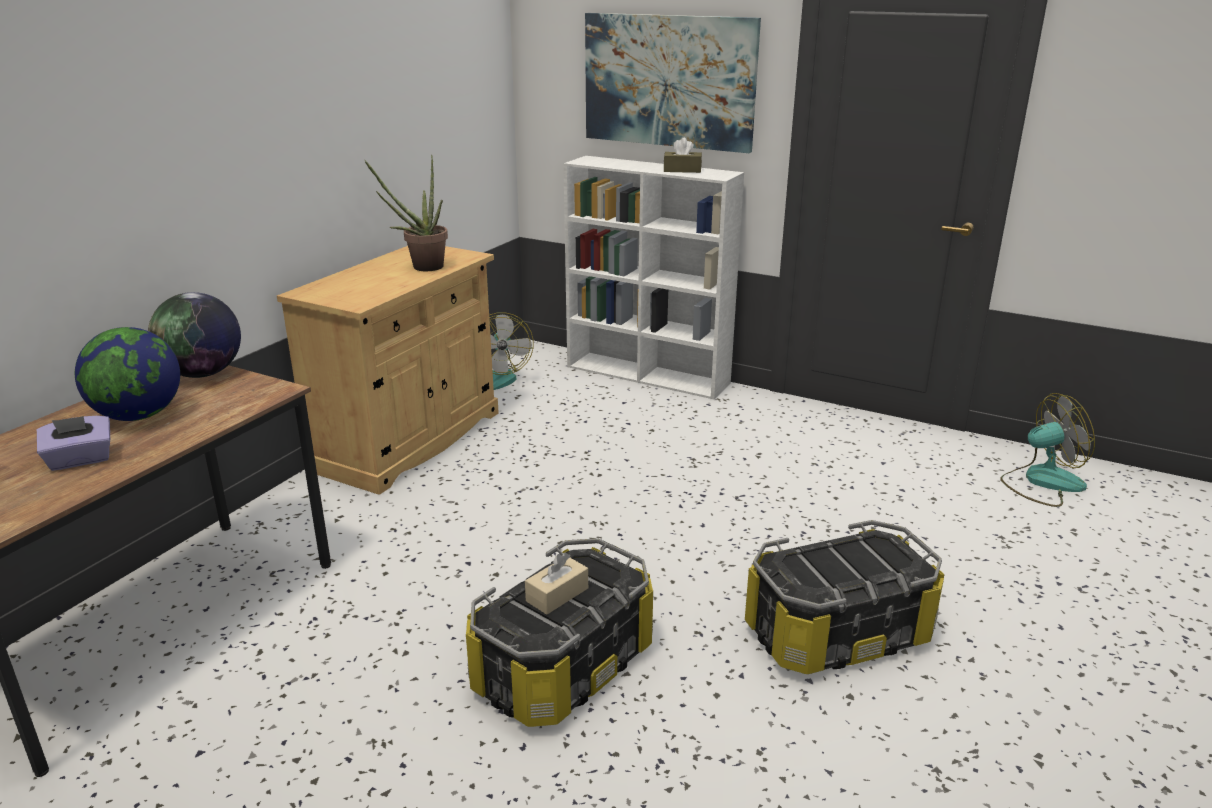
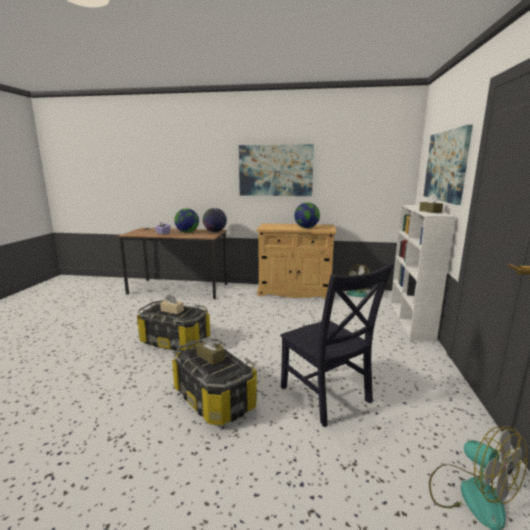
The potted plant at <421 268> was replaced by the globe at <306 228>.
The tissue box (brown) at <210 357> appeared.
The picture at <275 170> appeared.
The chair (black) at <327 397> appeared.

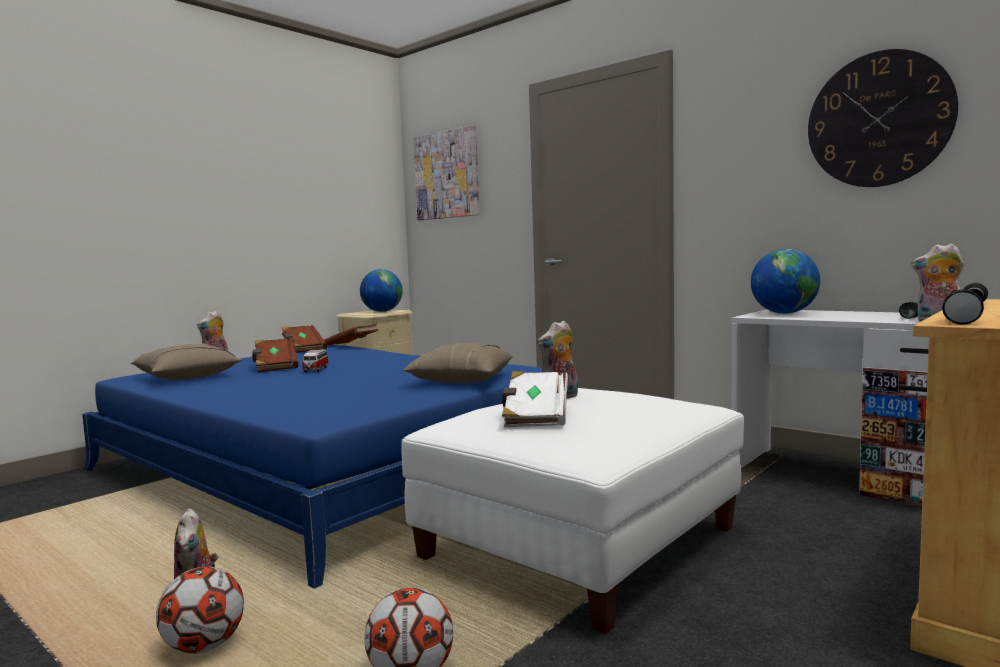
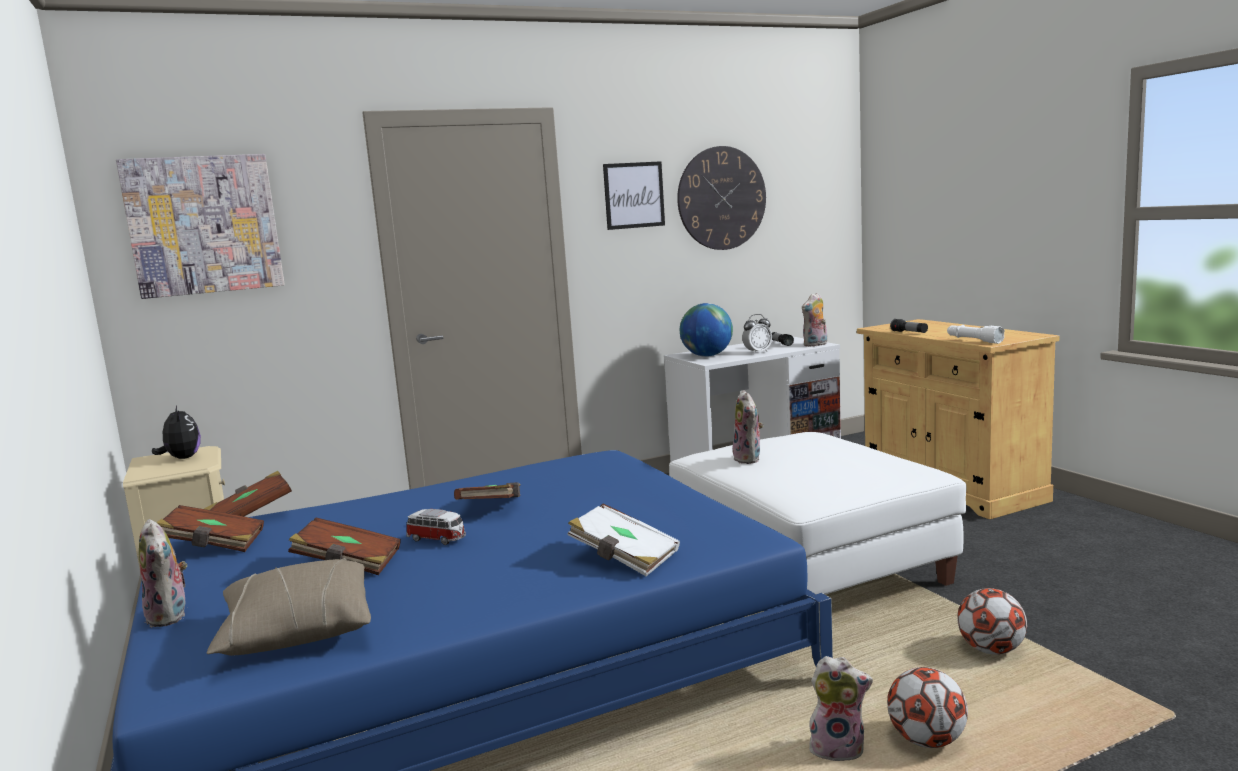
The globe at <382 311> was replaced by the plush toy at <182 458>.
The pillow (beige) at <461 380> disappeared.
The book (white) moved from <535 417> to <624 558>.
The flashlight (black) at <962 319> became the flashlight (white) at <973 340>.
The book (brown) at <492 508> appeared.
The picture at <634 195> appeared.
The alarm clock at <757 352> appeared.

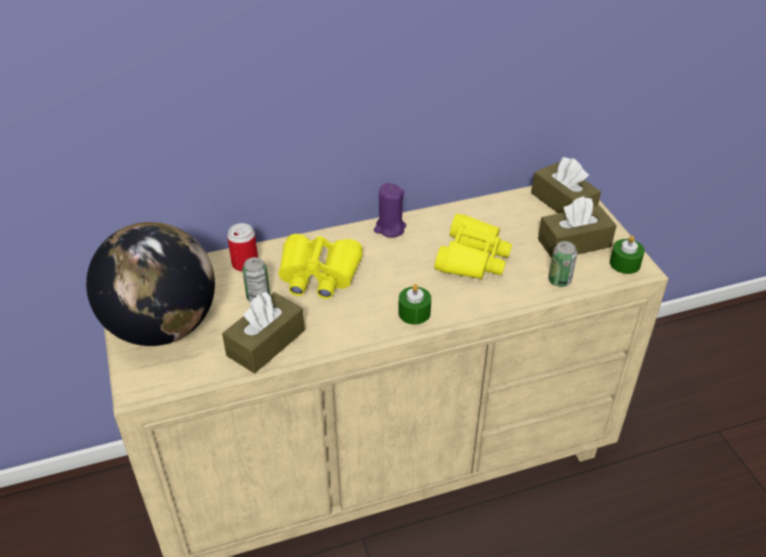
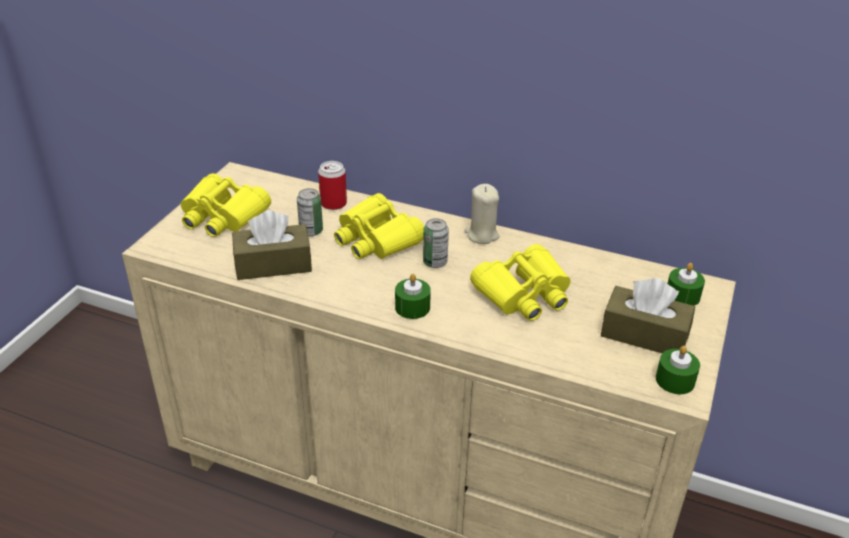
The globe at <163 327> was replaced by the binoculars (yellow) at <222 216>.
The candle (purple) at <389 228> became the candle (beige) at <481 235>.
The tissue box (brown) at <563 203> was replaced by the candle (green) at <682 296>.
The can moved from <559 281> to <435 262>.

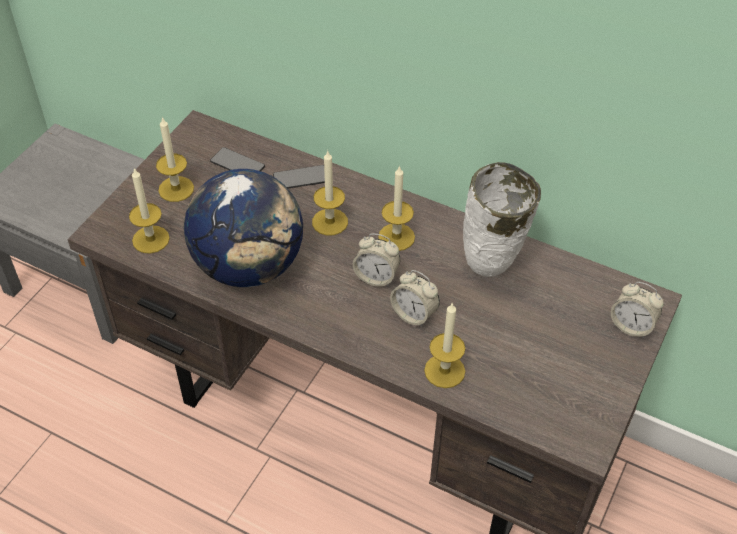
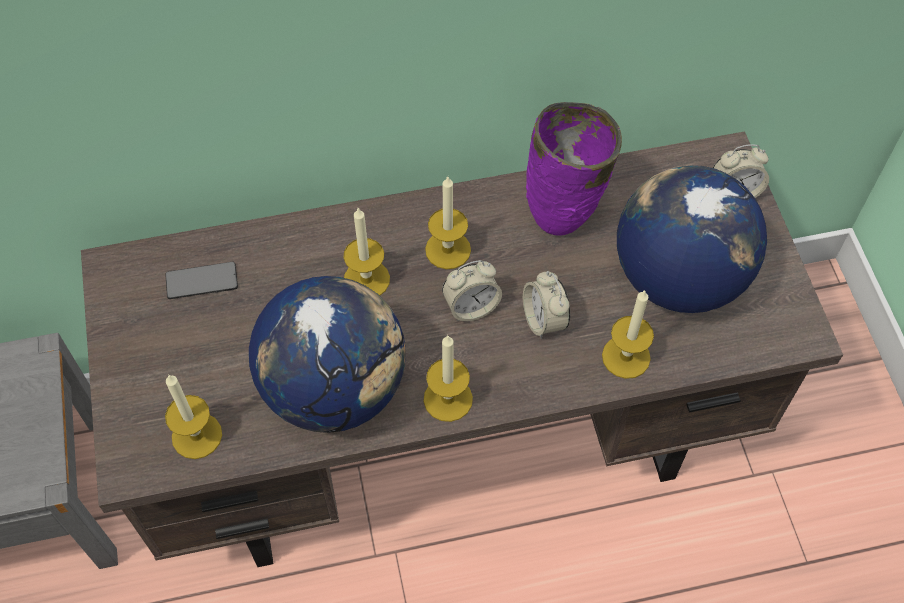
The candle moved from <176 189> to <448 399>.
The phone at <300 178> disappeared.
The alarm clock at <414 314> turned 75 degrees clockwise.
The vase (white) at <492 266> became the vase (purple) at <564 218>.
The globe at <677 277> appeared.

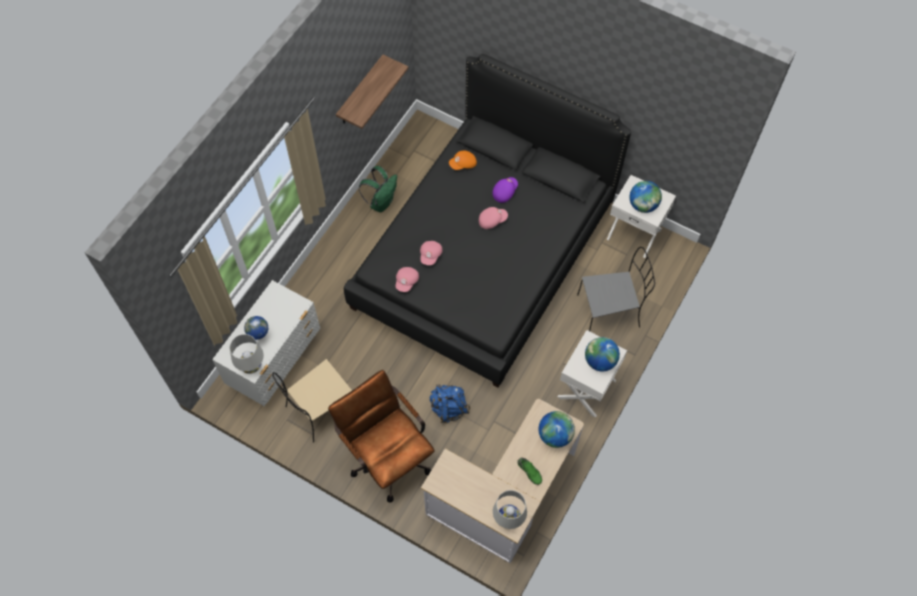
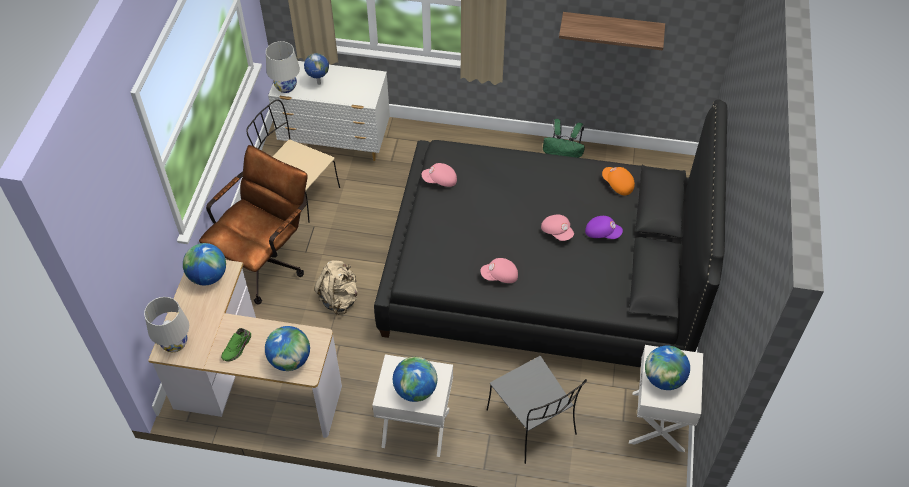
The cap (pink) moved from <431 255> to <500 276>.
The backpack (blue) at <449 408> became the backpack (beige) at <339 298>.
The globe at <208 276> appeared.

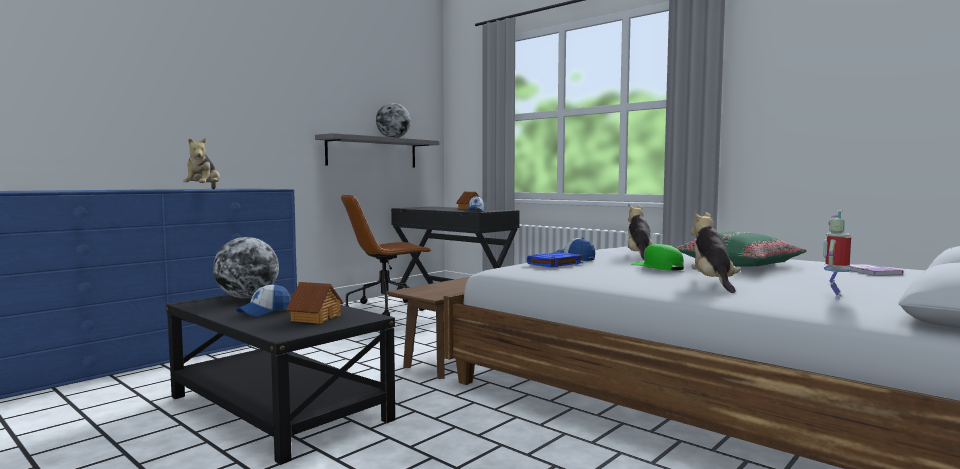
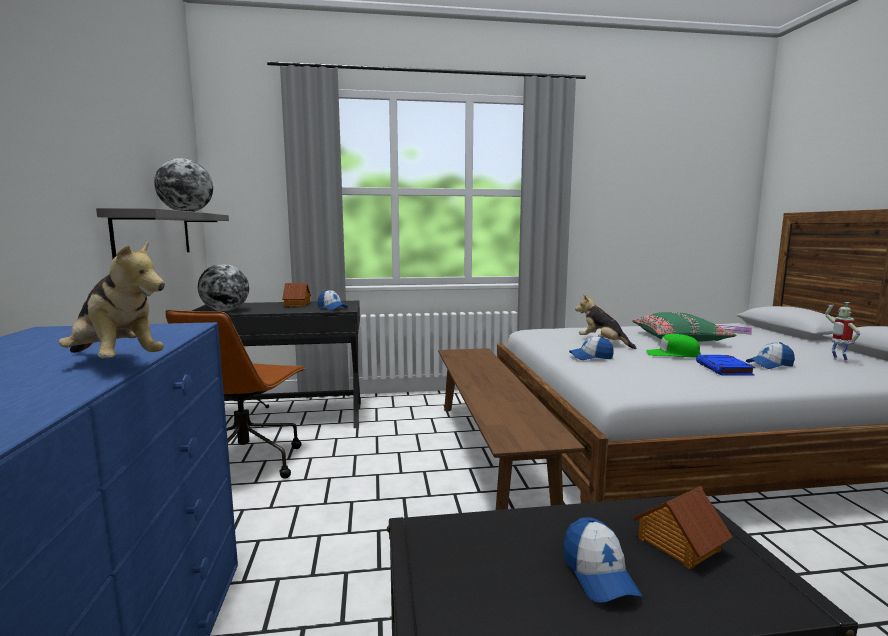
The globe moved from <247 298> to <225 311>.
The book (blue) moved from <554 264> to <724 369>.
The plush toy at <712 283> was replaced by the cap at <769 365>.

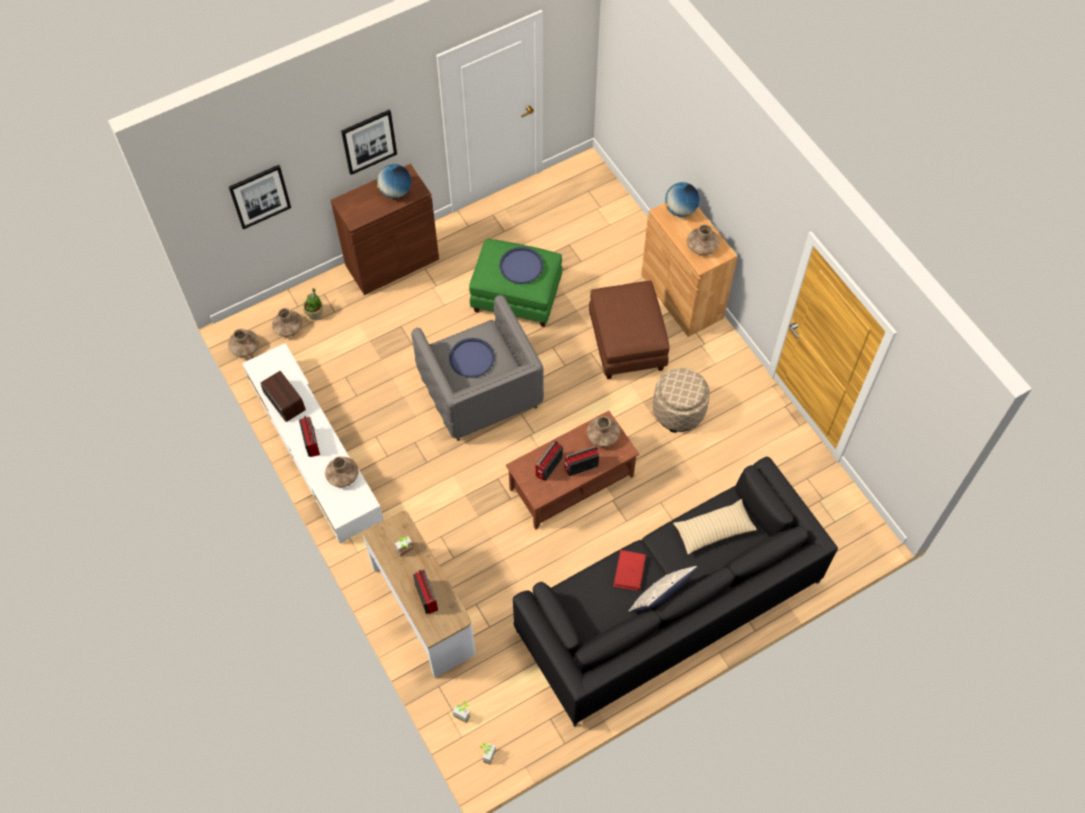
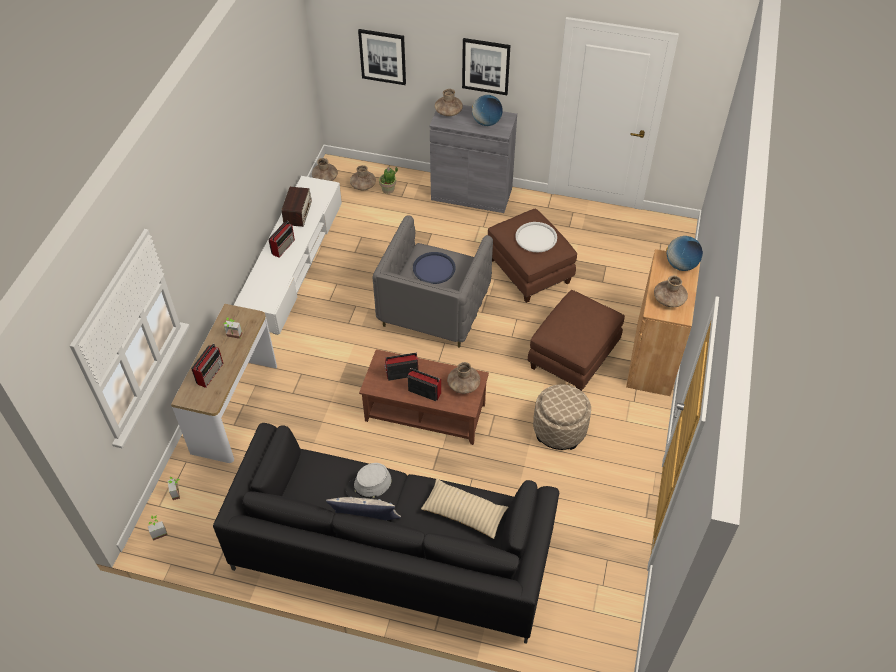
The vase (brown) moved from <343 476> to <448 112>.
The cabinet (brown) at <392 262> became the cabinet (grey) at <471 194>.
The ottoman (green) at <517 296> became the ottoman (brown) at <530 271>.
The tray (blue) at <521 266> became the tray (white) at <536 237>.
The book (red) at <629 571> was replaced by the hat (grey) at <369 485>.

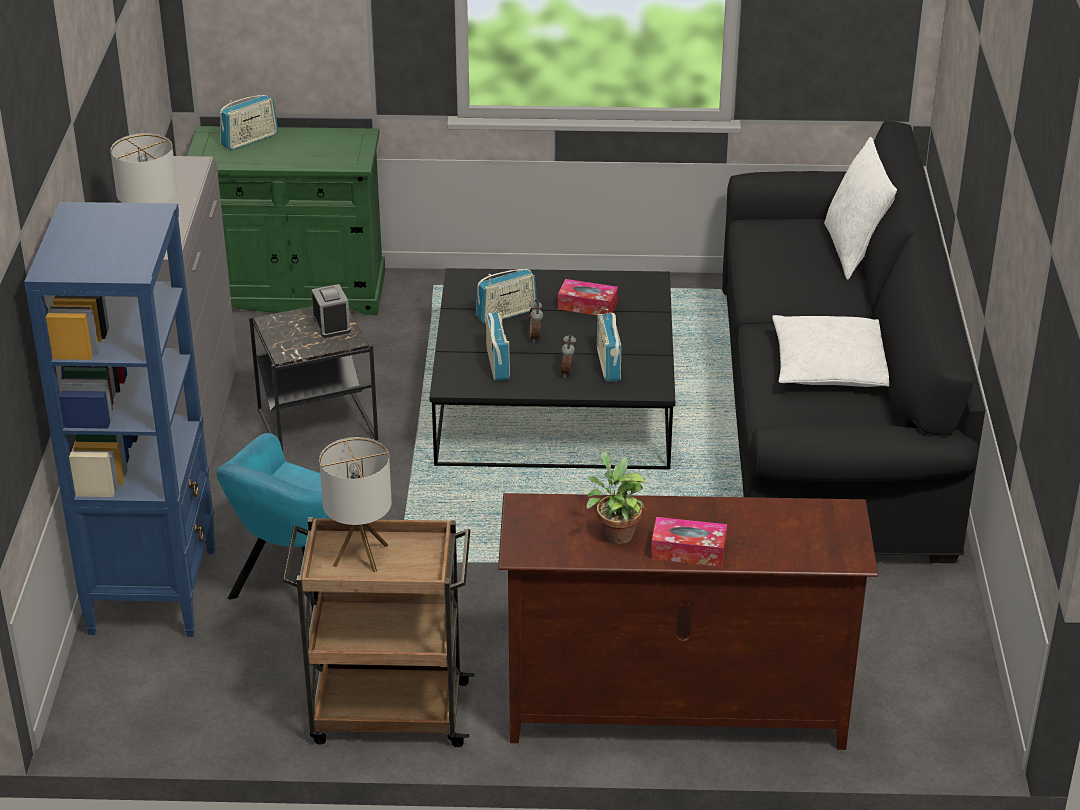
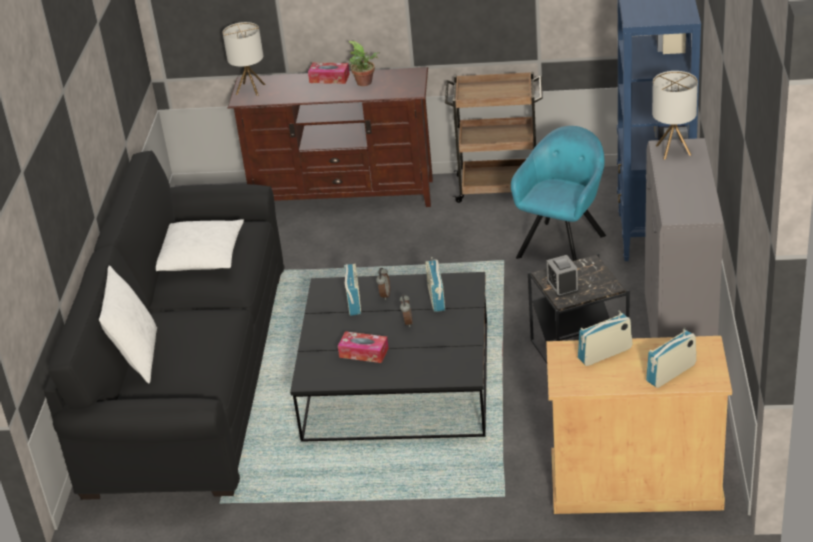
The cabinet (green) at <294 291> became the cabinet (beige) at <635 483>.
The table lamp moved from <361 555> to <250 89>.
The radio moved from <506 314> to <605 354>.

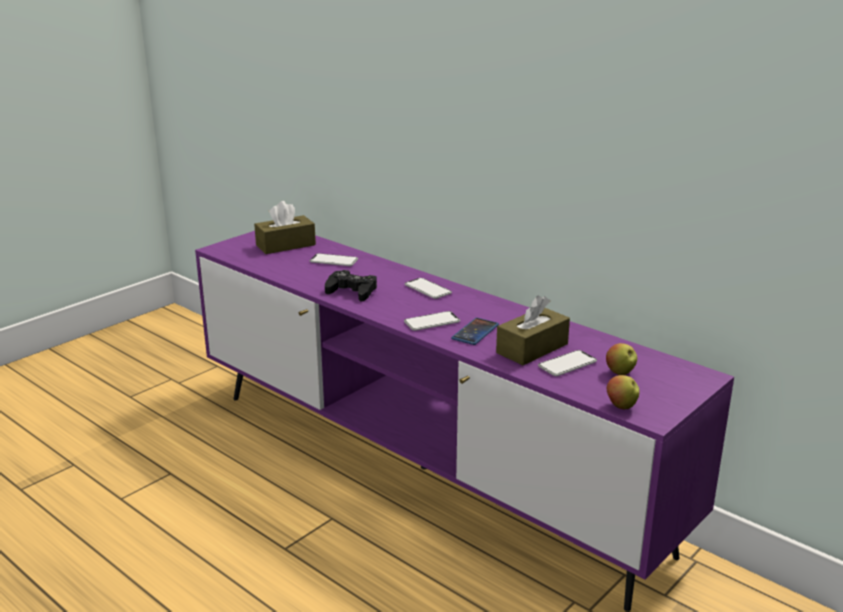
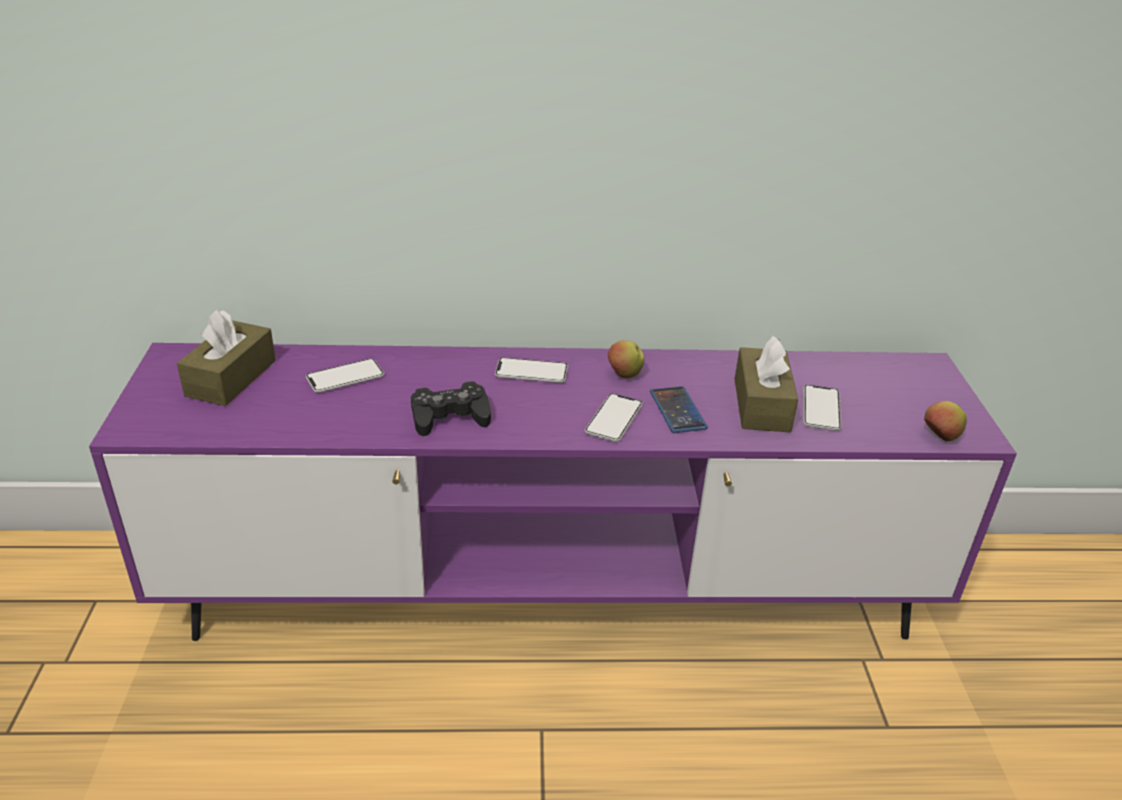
The apple moved from <620 373> to <624 375>.

